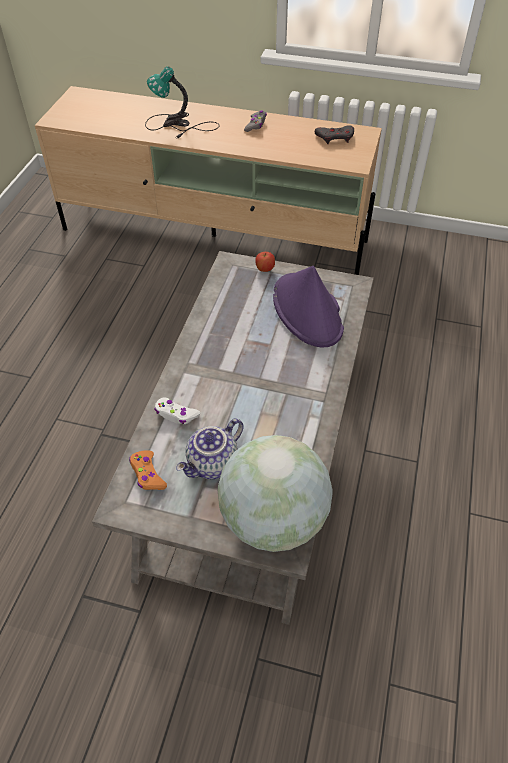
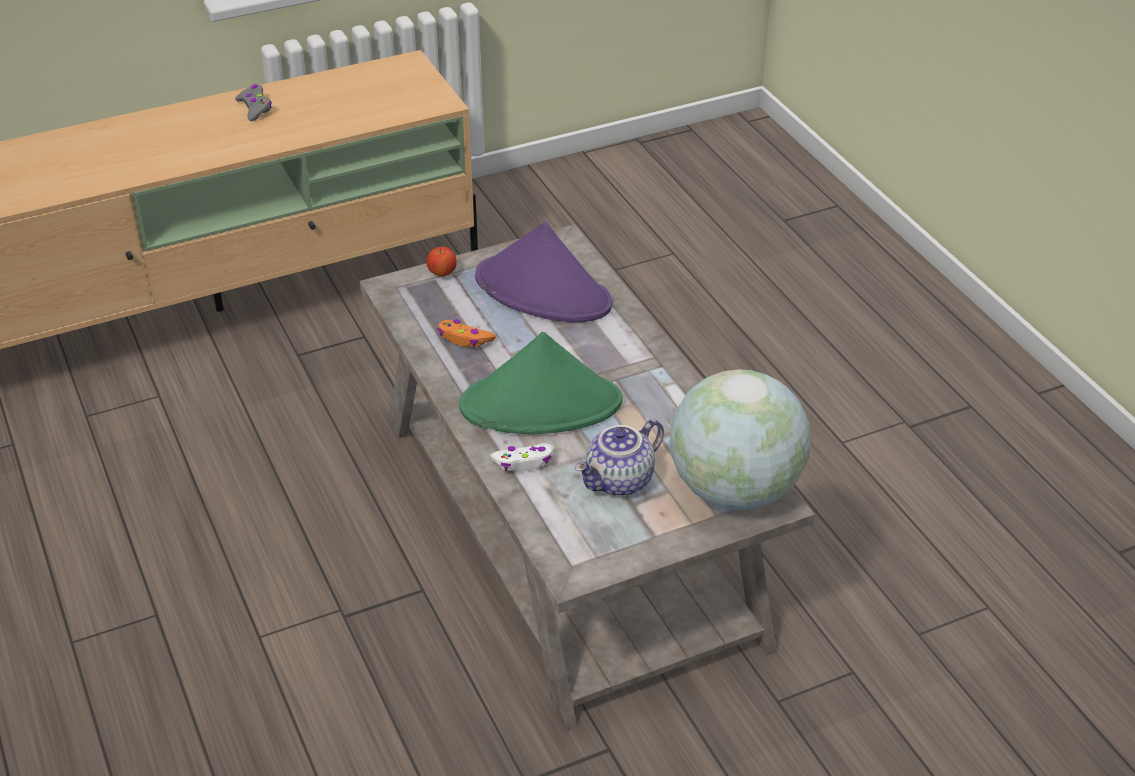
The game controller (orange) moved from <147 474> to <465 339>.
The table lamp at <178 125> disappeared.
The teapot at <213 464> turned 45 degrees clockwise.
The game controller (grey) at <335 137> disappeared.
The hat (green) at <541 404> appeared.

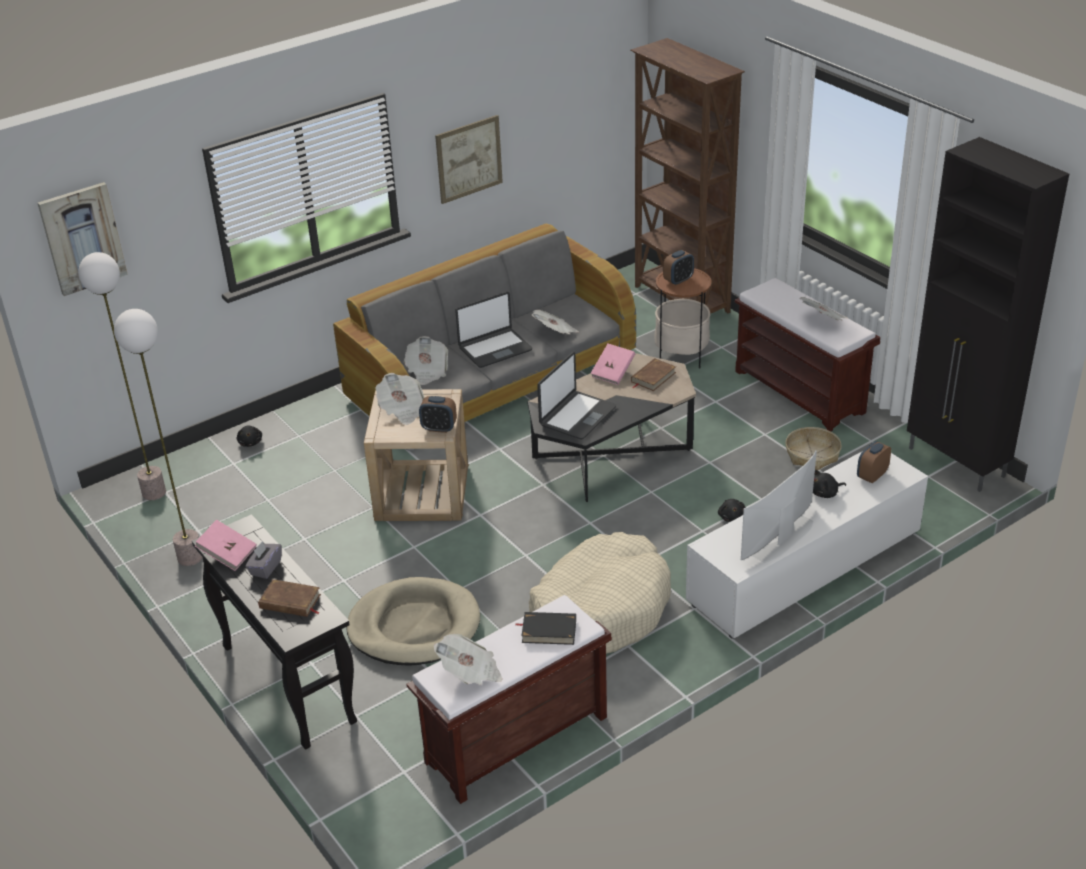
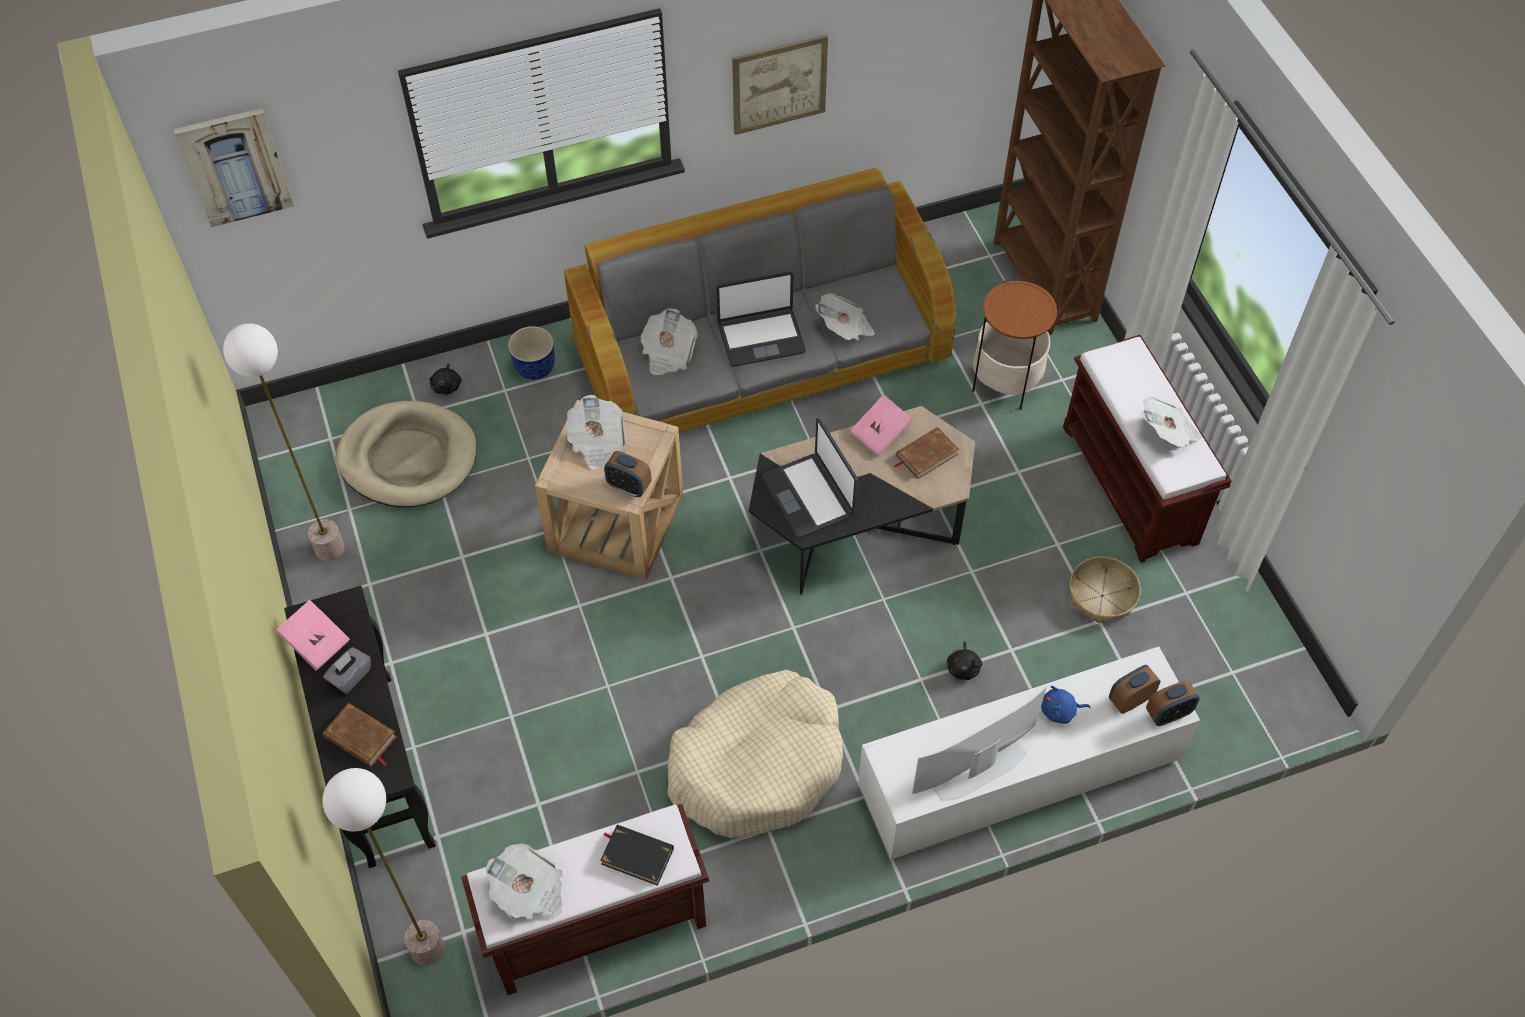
The floor lamp moved from <153 493> to <427 949>.
The dog bed (beige) moved from <414 626> to <408 458>.
The laptop at <577 416> turned 105 degrees clockwise.
The alarm clock moved from <678 280> to <1168 714>.
The plush toy (black) at <825 493> became the plush toy (blue) at <1060 711>.
The cabinet (black) at <957 463> disappeared.
The planter at <535 368> appeared.

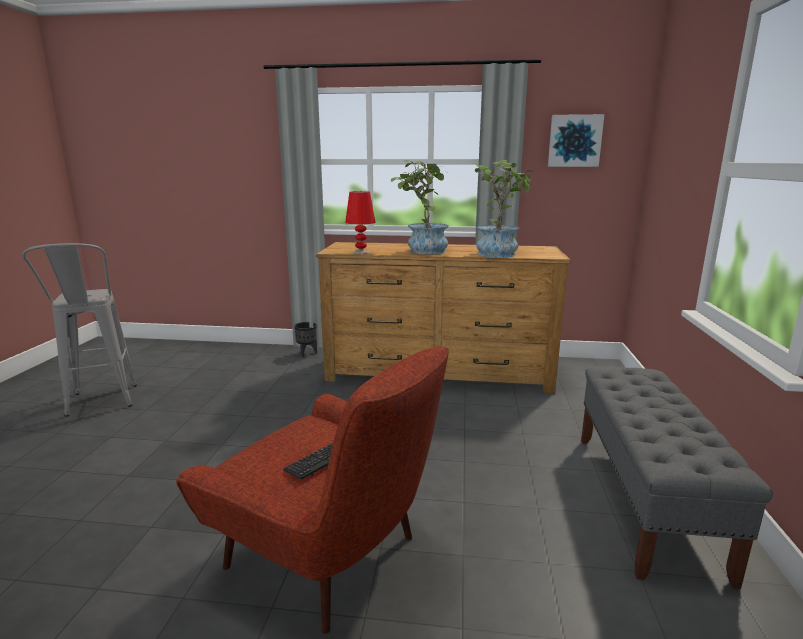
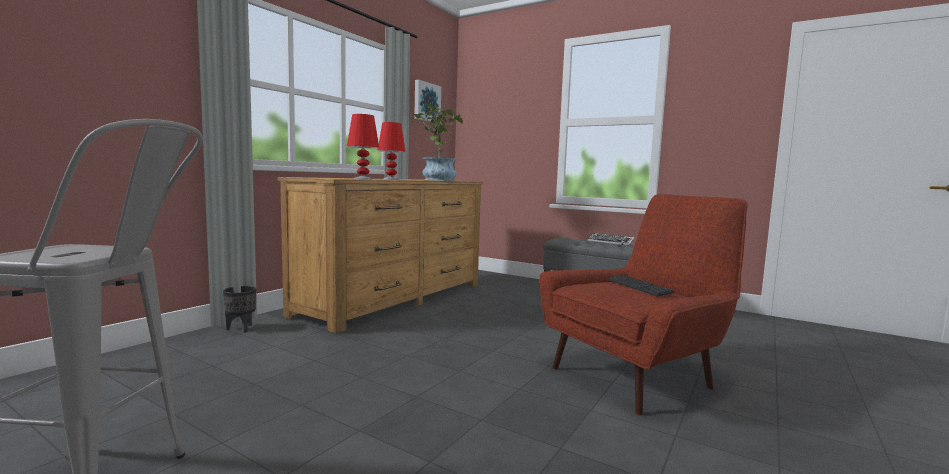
The potted plant at <421 250> was replaced by the table lamp (red) at <391 179>.
The keyboard at <610 242> appeared.

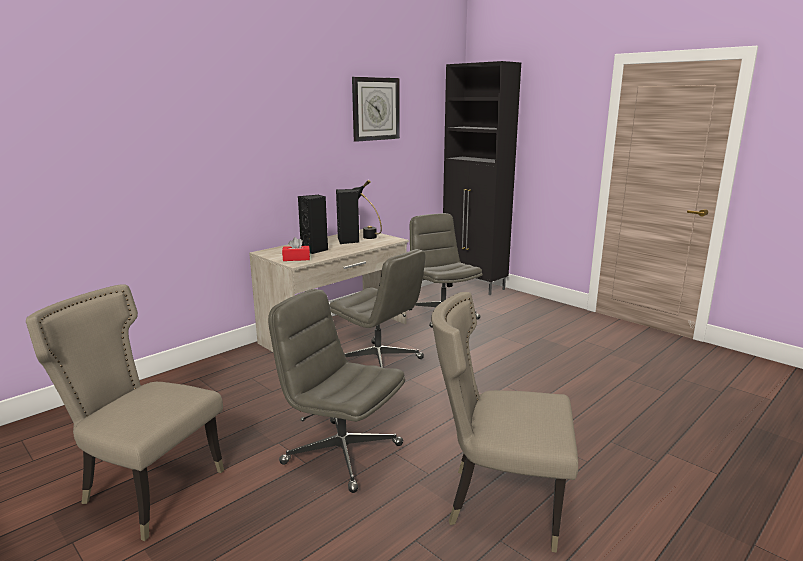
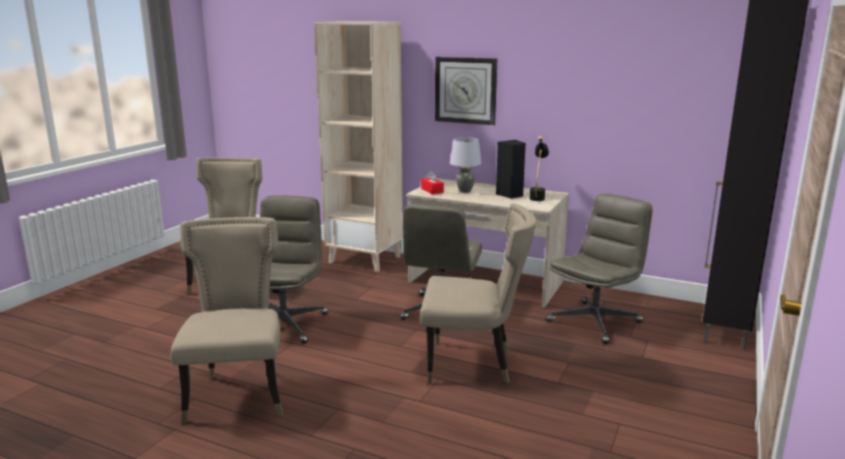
The speaker (black) at <315 250> was replaced by the table lamp (grey) at <465 191>.
The wall clock moved from <375 109> to <466 90>.
The bookcase (beige) at <365 259> appeared.
The chair (beige) at <473 364> appeared.

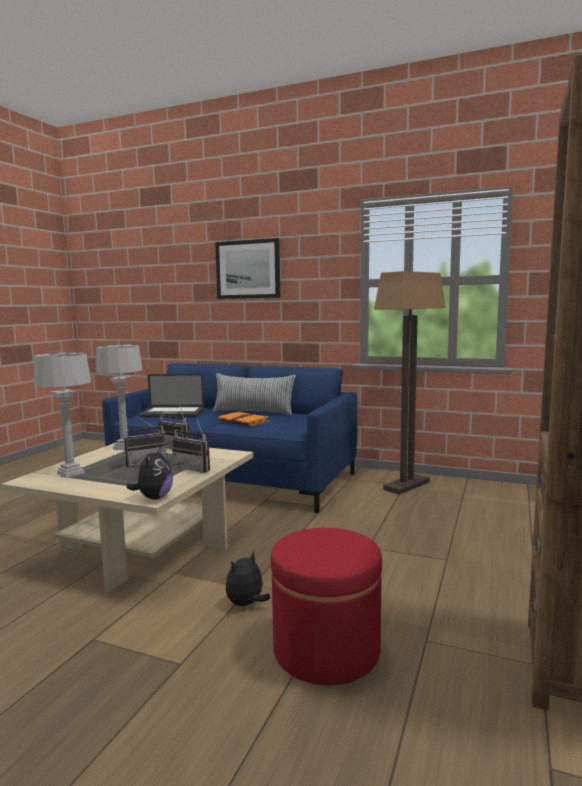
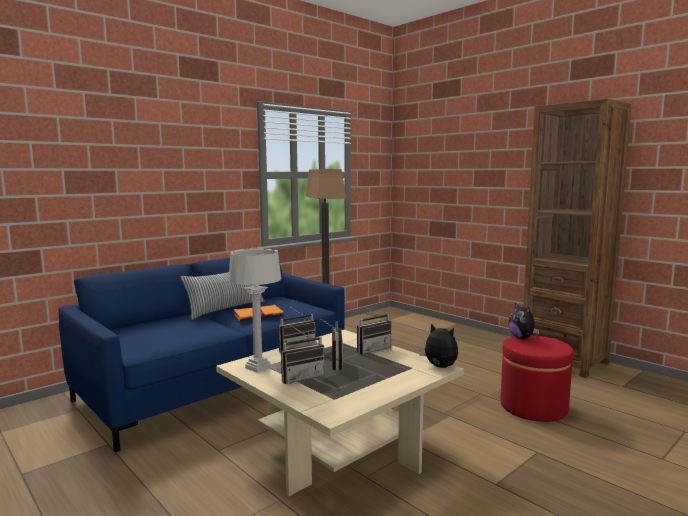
The table lamp (grey) at <71 473> disappeared.
The laptop at <172 413> disappeared.
The picture at <248 269> disappeared.
The plush toy moved from <246 604> to <522 338>.
The radio at <301 377> appeared.

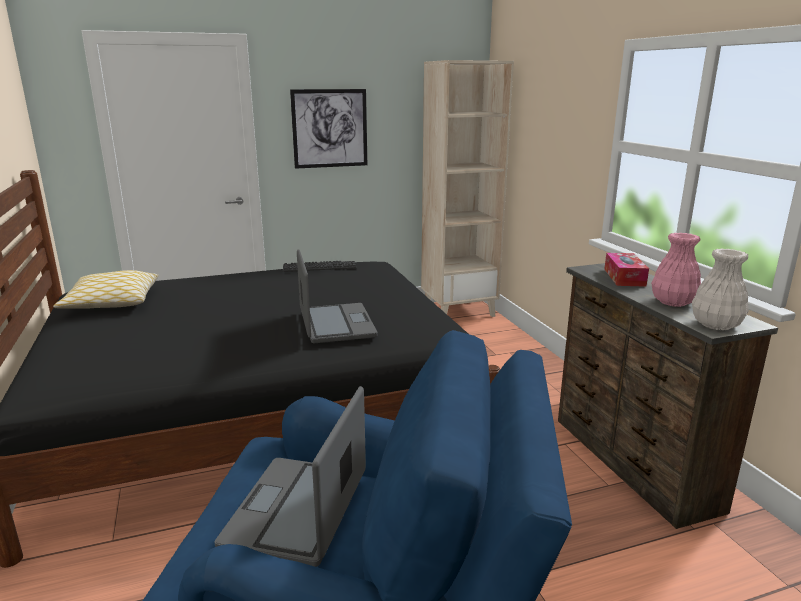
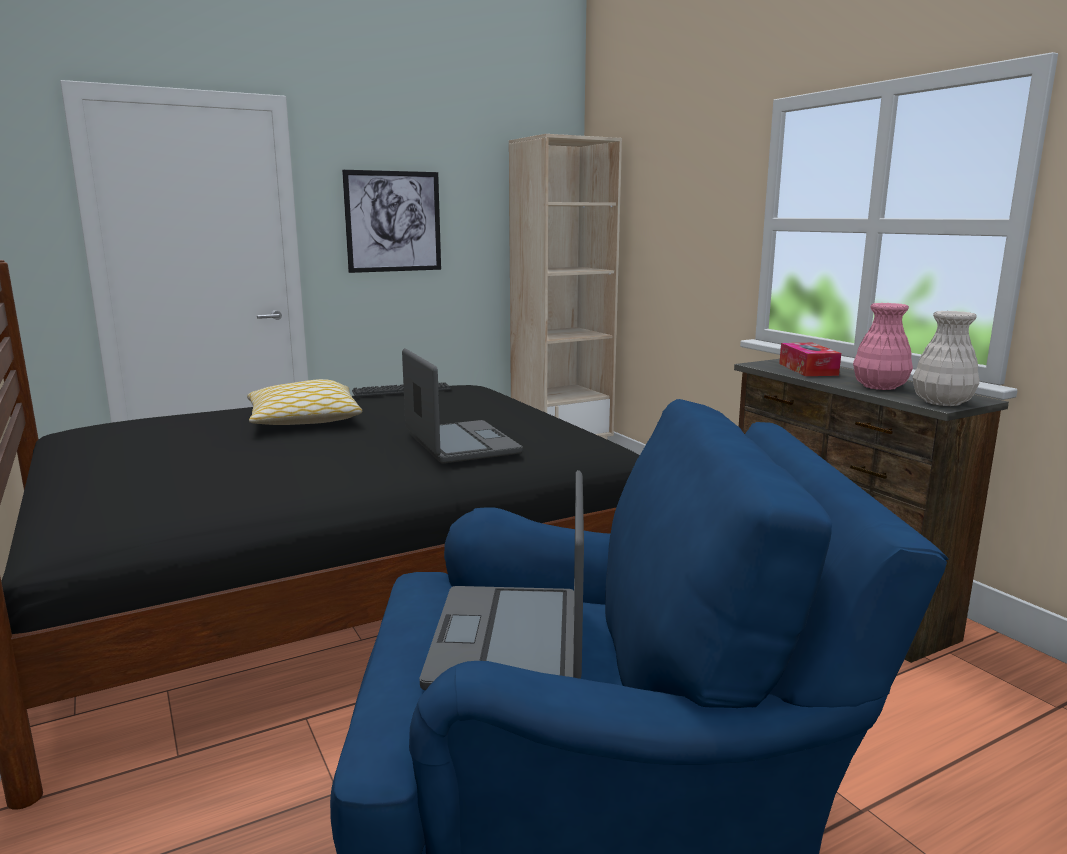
The pillow moved from <111 302> to <304 420>.

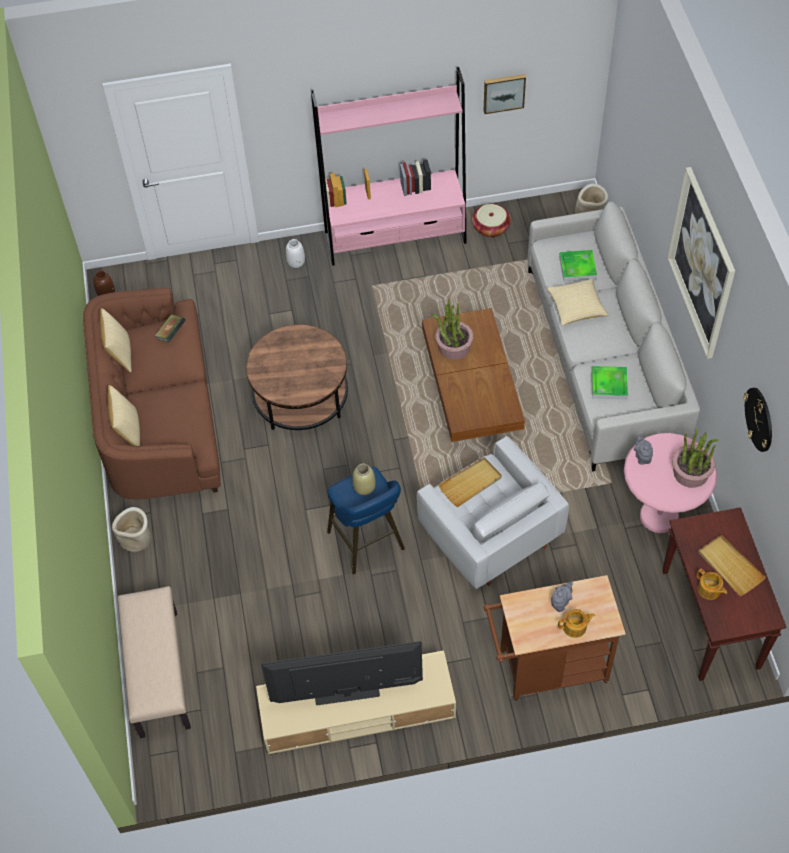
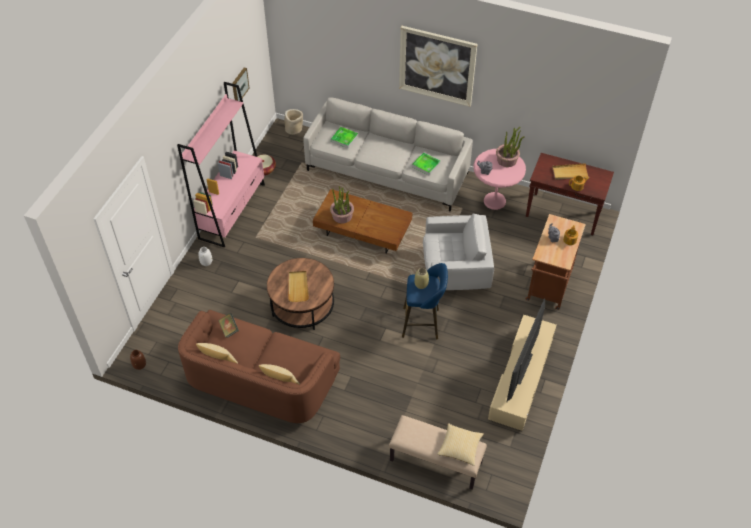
The planter (beige) at <135 539> disappeared.
The tray (beige) moved from <470 483> to <298 287>.
The pillow moved from <576 308> to <460 447>.
The wall clock at <759 419> disappeared.

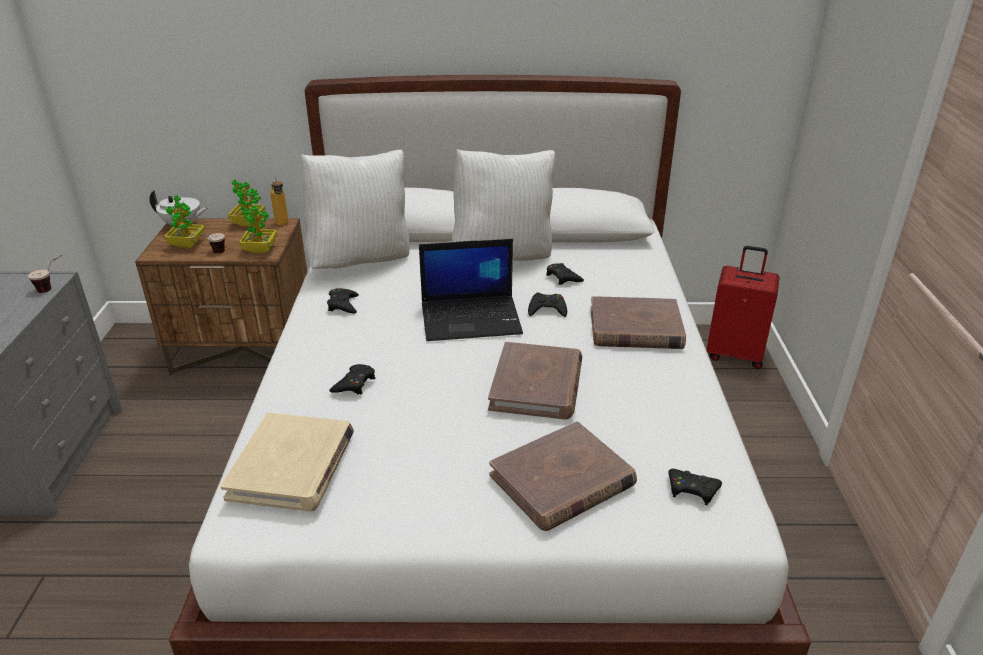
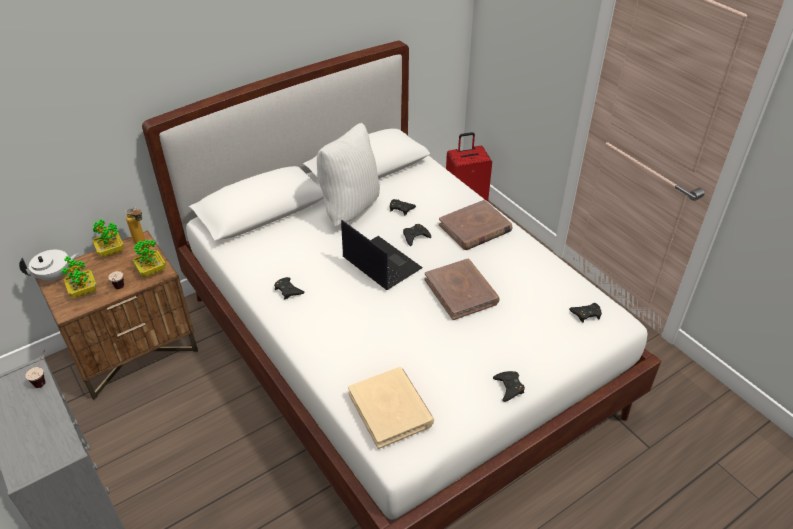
The pillow (white) at <362 260> disappeared.
The game controller (black) moved from <354 384> to <509 387>.
The laptop at <472 318> turned 90 degrees counterclockwise.
The book (brown) at <562 481> disappeared.

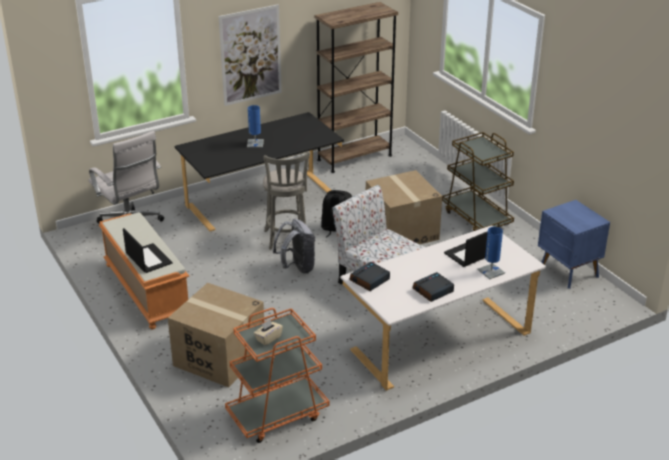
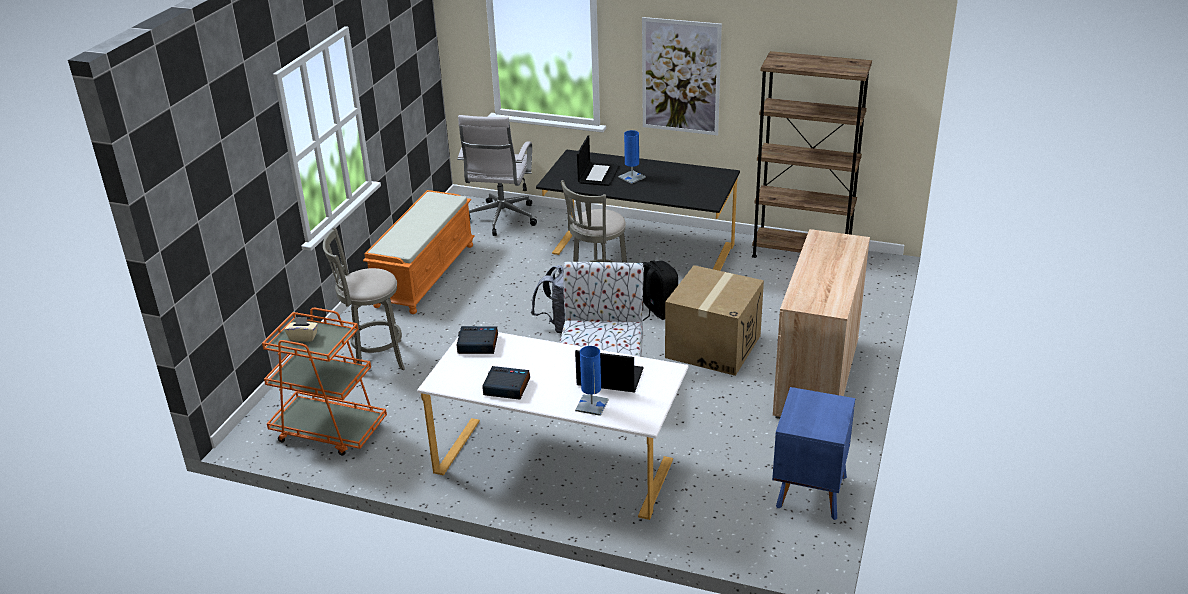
The laptop moved from <148 258> to <598 174>.
The cardboard box at <219 357> was replaced by the stool (grey) at <375 358>.
The cart (brown) at <476 217> was replaced by the cabinet (beige) at <816 377>.

